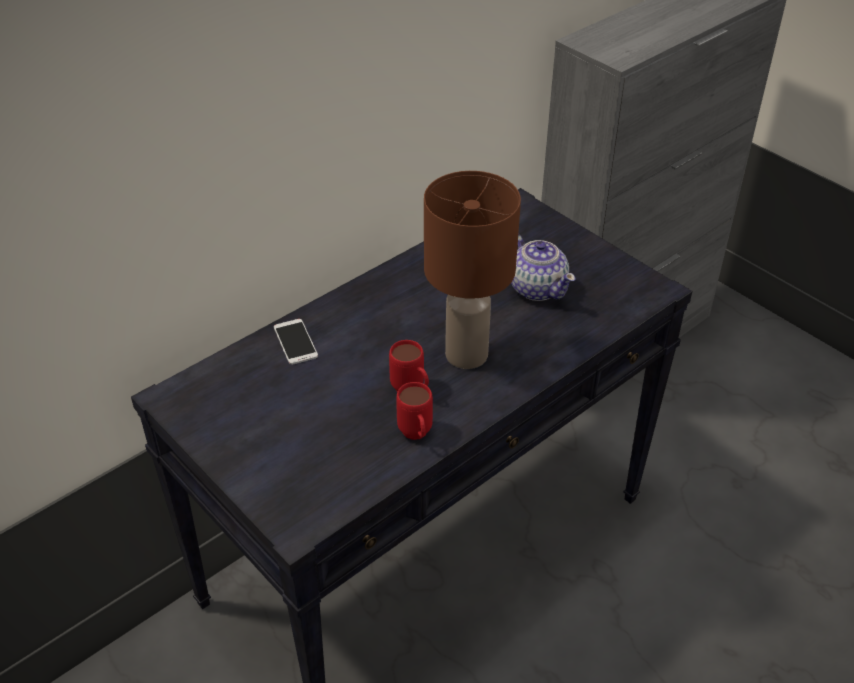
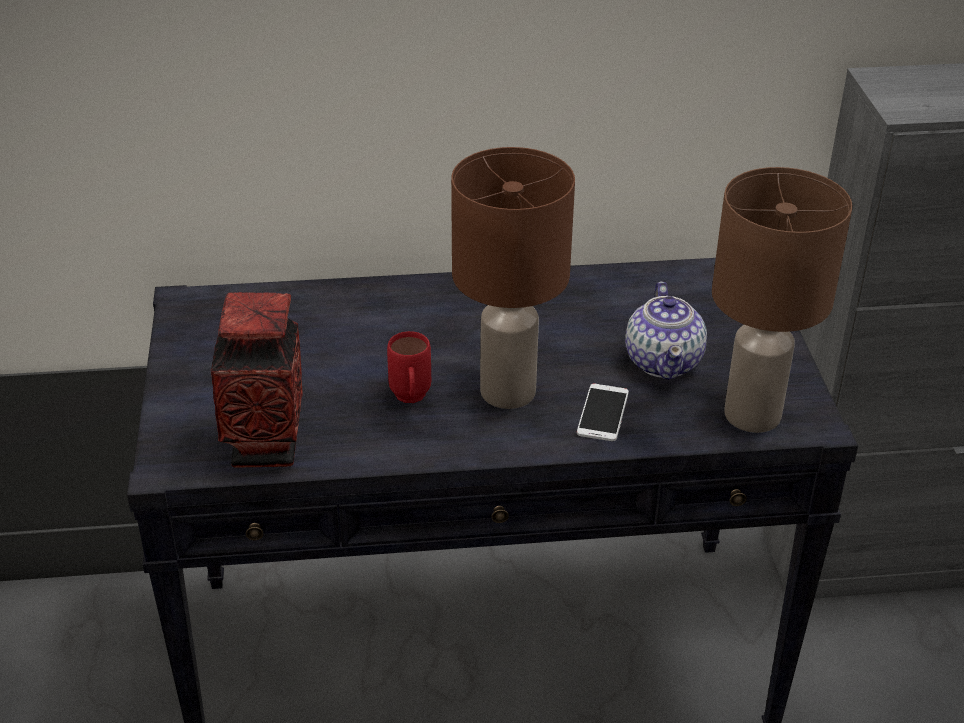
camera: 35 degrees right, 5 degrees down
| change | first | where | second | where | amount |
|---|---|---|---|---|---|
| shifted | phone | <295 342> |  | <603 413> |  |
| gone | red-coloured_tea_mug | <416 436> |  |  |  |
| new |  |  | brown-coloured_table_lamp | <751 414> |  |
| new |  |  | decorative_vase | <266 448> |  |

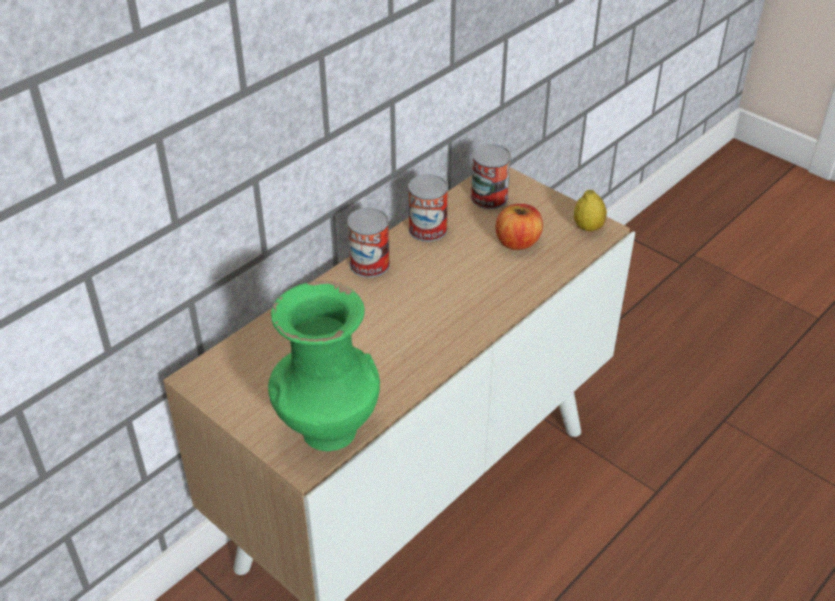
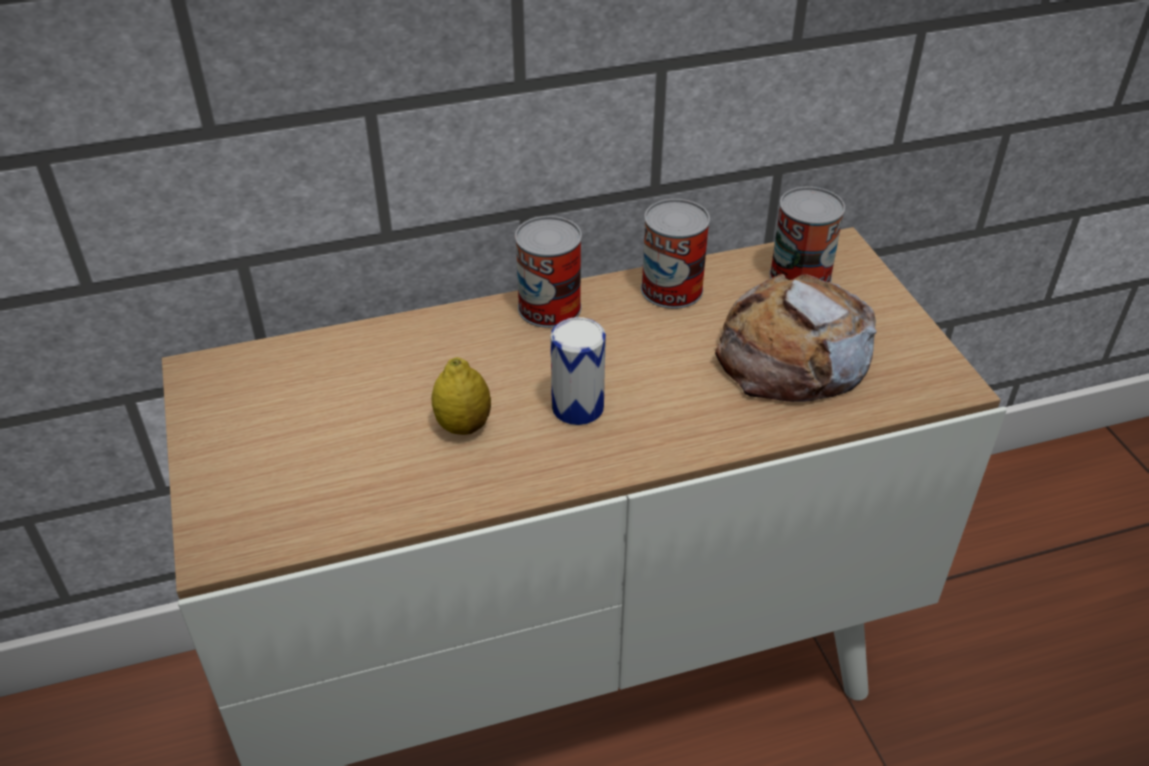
camera: 30 degrees right, 0 degrees up
| change | first | where | second | where | amount |
|---|---|---|---|---|---|
| shifted | citrus_fruit | <588 227> |  | <463 425> |  |
| swapped | apple | <517 242> | baked_bread | <792 354> |  |
| gone | green-coloured_decorative_vase | <327 432> |  |  |  |
| new |  |  | sealed_can | <577 407> |  |

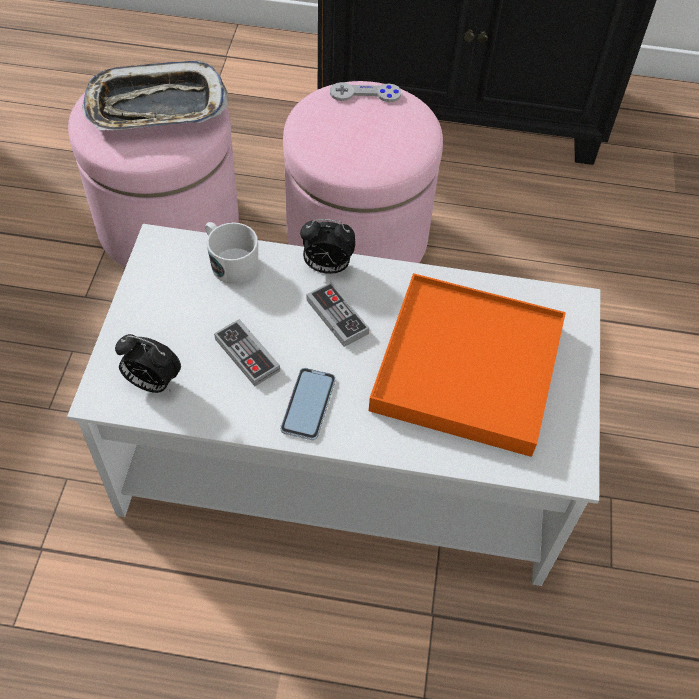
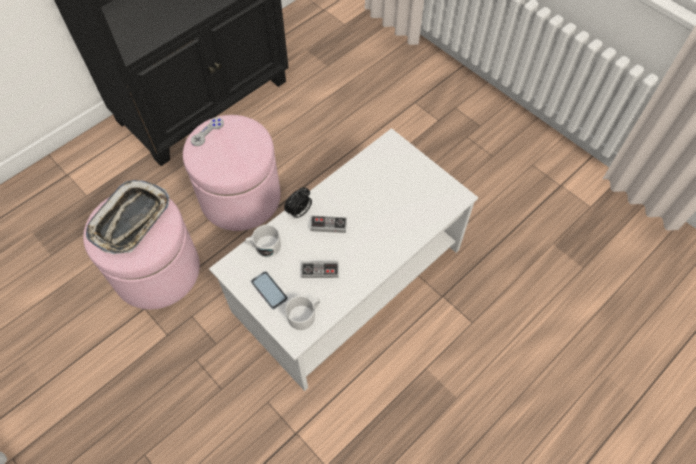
camera: 50 degrees left, 5 degrees up
| change | first | where | second | where | amount |
|---|---|---|---|---|---|
| gone | orangey_tray | <468 367> |  |  |  |
| swapped | alarm_clock | <152 383> | white-coloured_tea_mug | <304 315> |  |
| shifted | phone | <308 404> |  | <269 290> |  |

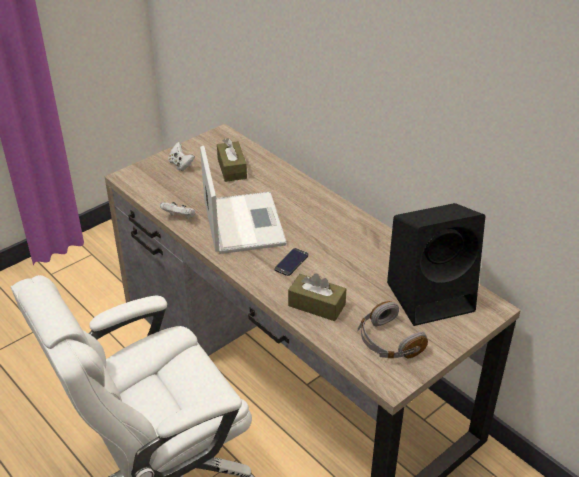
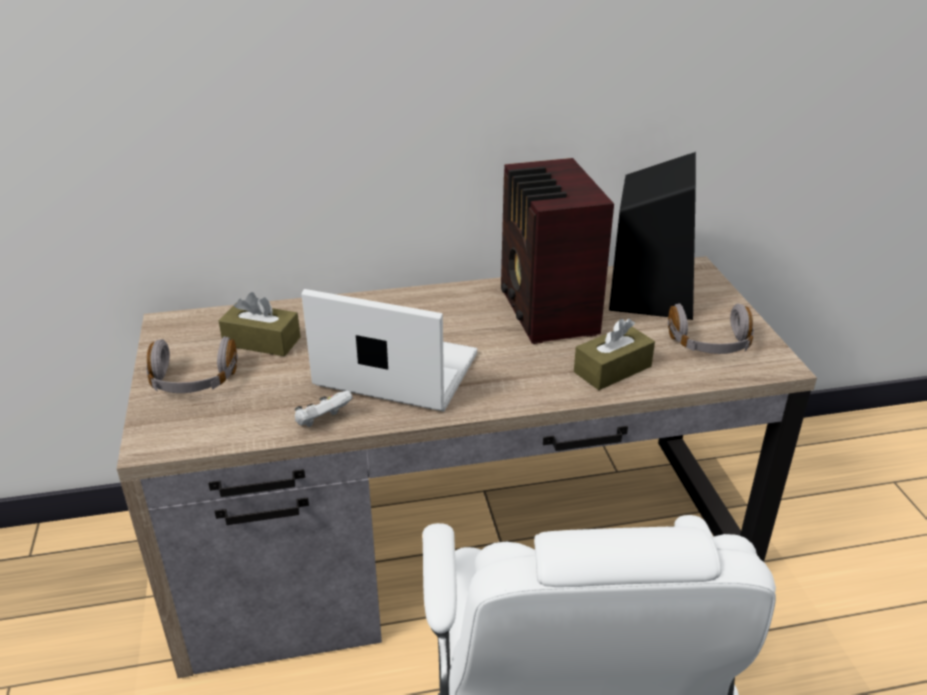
camera: 60 degrees left, 5 degrees down
| change | first | where | second | where | amount |
|---|---|---|---|---|---|
| swapped | white-coloured_game_controller | <181 165> | grey_headphones | <193 381> |  |
| gone | phone | <291 262> |  |  |  |
| new |  |  | radio_receiver | <547 313> |  |

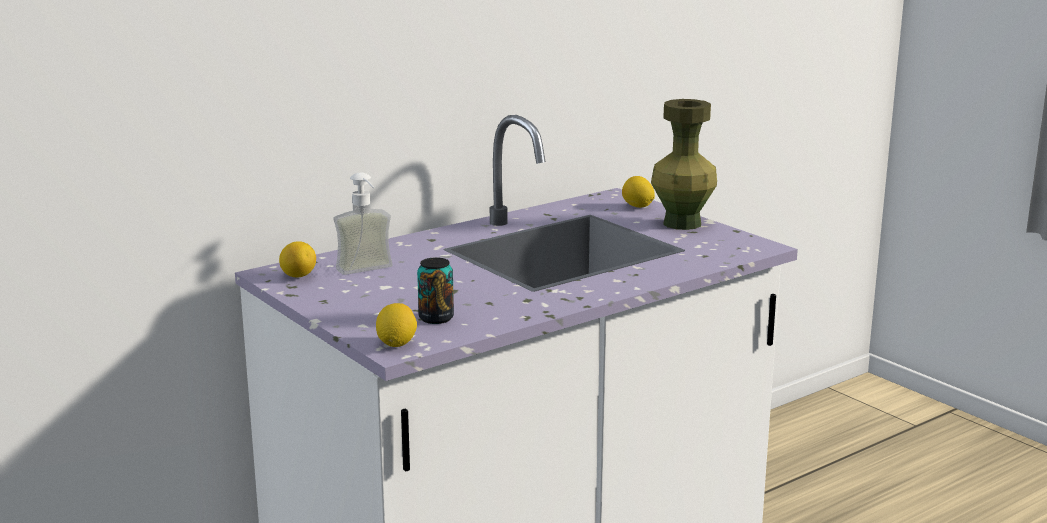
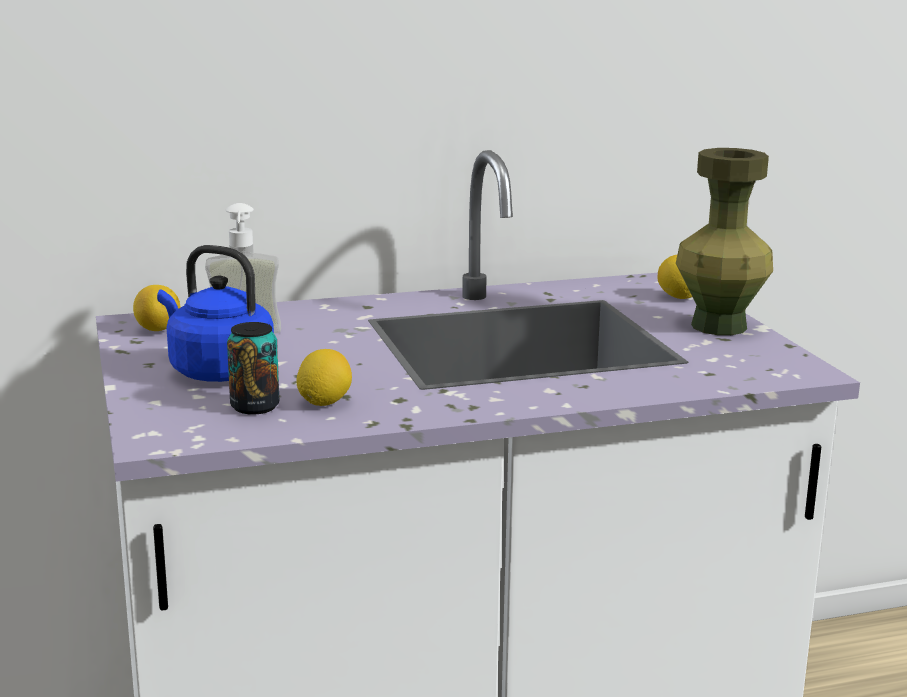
camera: 20 degrees right, 0 degrees up
| change | first | where | second | where | amount |
|---|---|---|---|---|---|
| shifted | citrus_fruit | <396 344> |  | <324 402> |  |
| new |  |  | blue_tea_kettle | <217 371> |  |

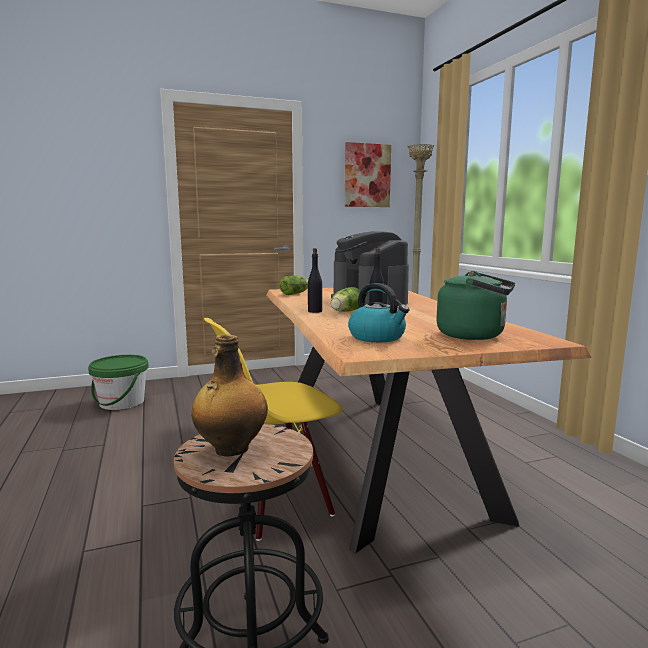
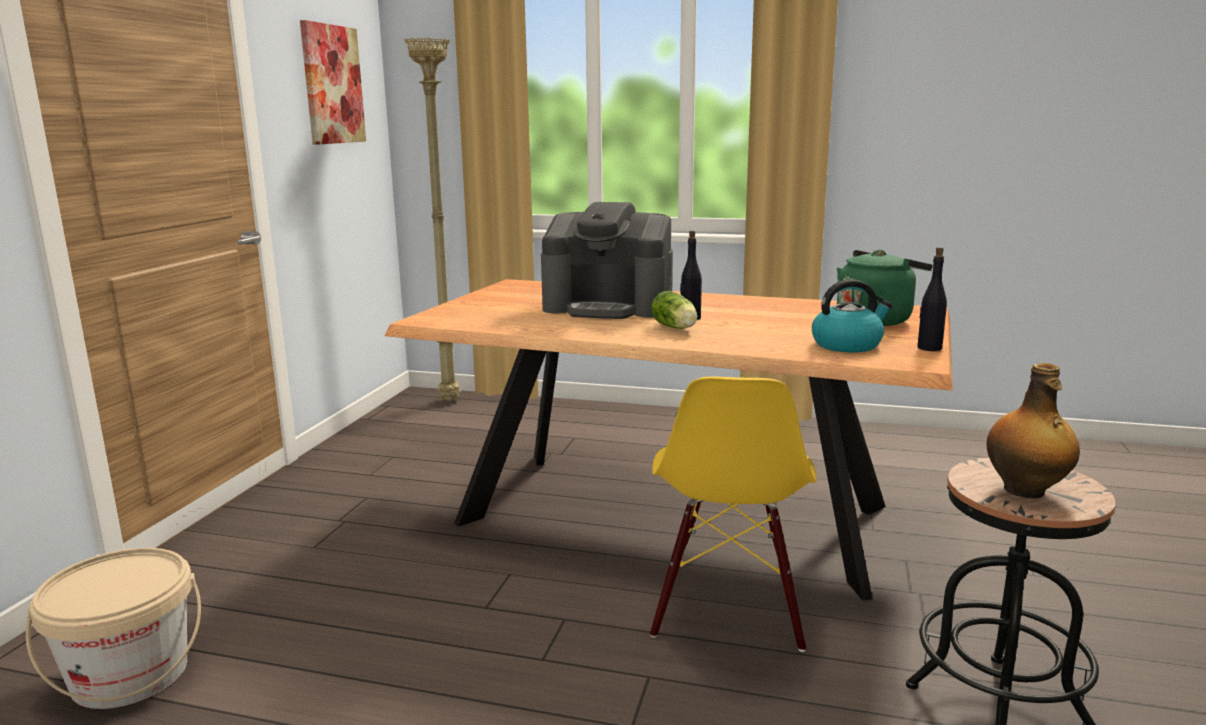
camera: 55 degrees left, 5 degrees up
| change | first | where | second | where | amount |
|---|---|---|---|---|---|
| shifted | black-coloured_drink_bottle | <315 311> |  | <929 348> |  |
| gone | lettuce_head | <296 293> |  |  |  |
| repainted | green-coloured_bucket | <122 402> | sand-coloured_bucket | <130 675> |  |

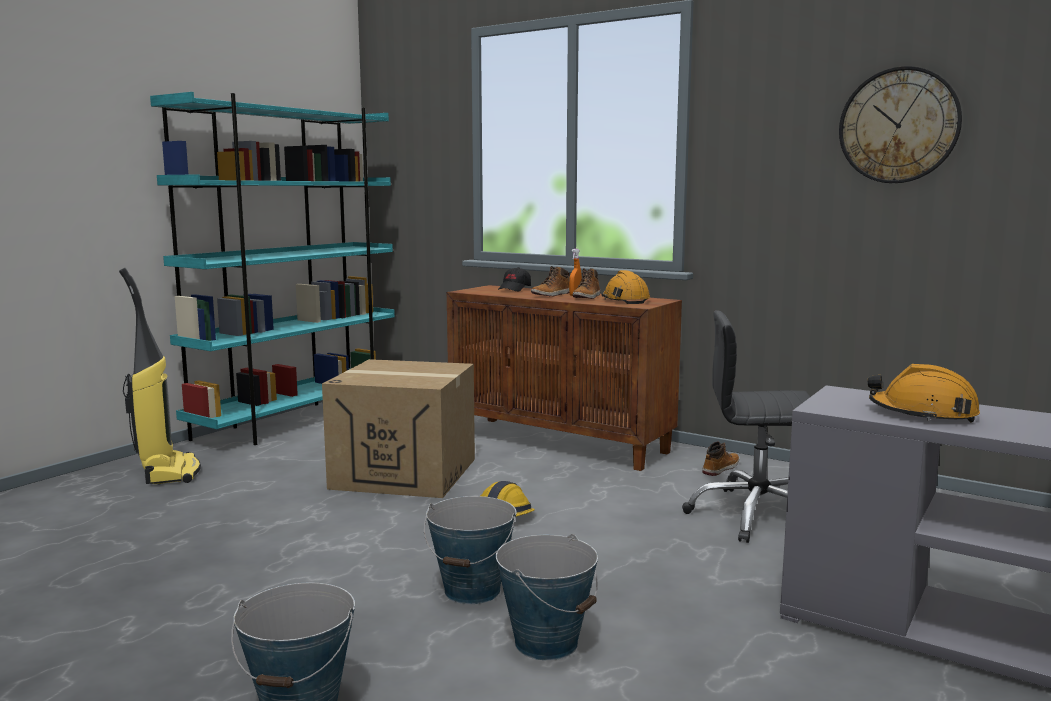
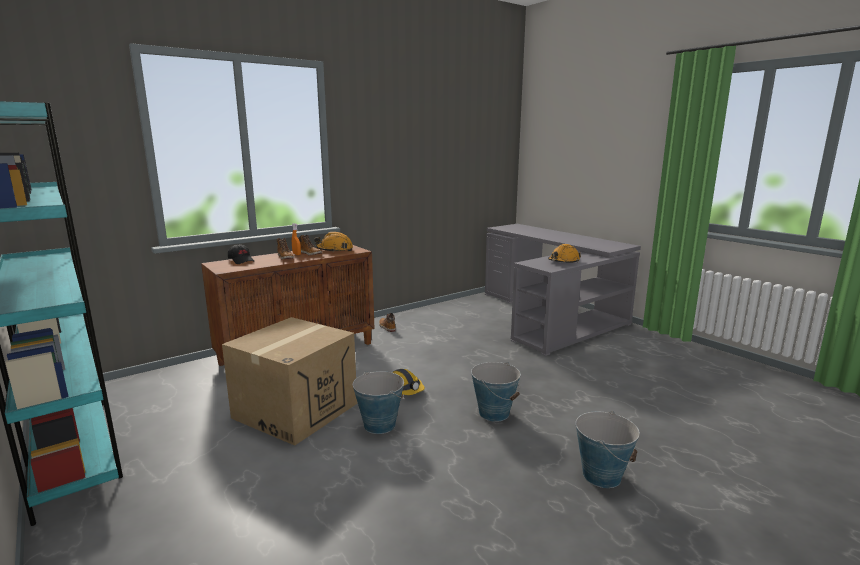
camera: 70 degrees left, 5 degrees up
| change | first | where | second | where | amount |
|---|---|---|---|---|---|
| gone | wall_clock | <898 125> |  |  |  |
| gone | hoover | <169 472> |  |  |  |
| gone | black-coloured_computer_chair | <756 516> |  |  |  |
| shifted | bucket | <546 642> |  | <379 425> |  |

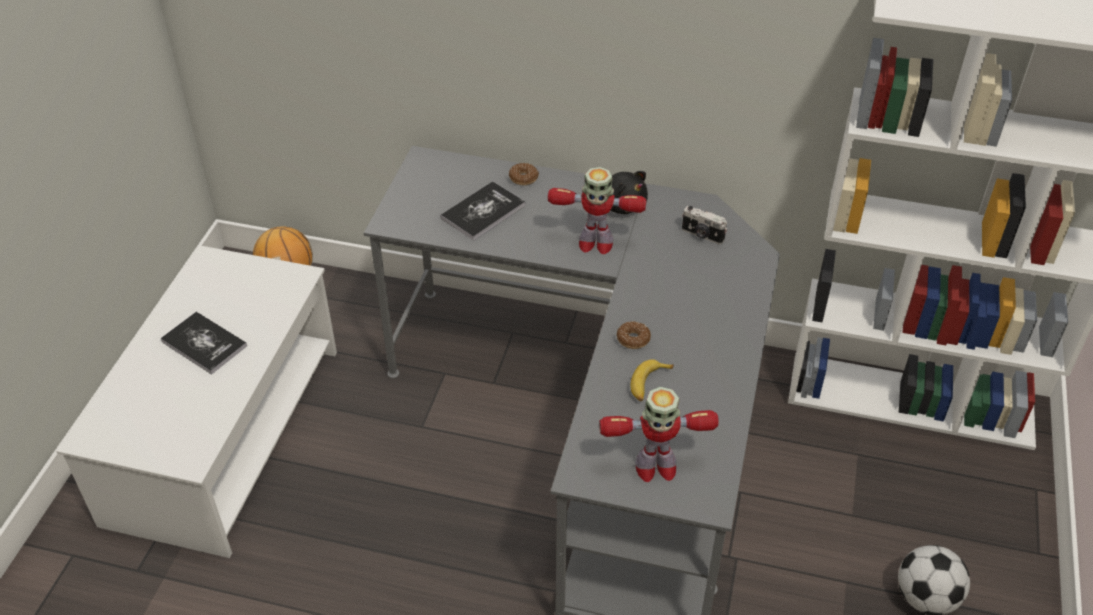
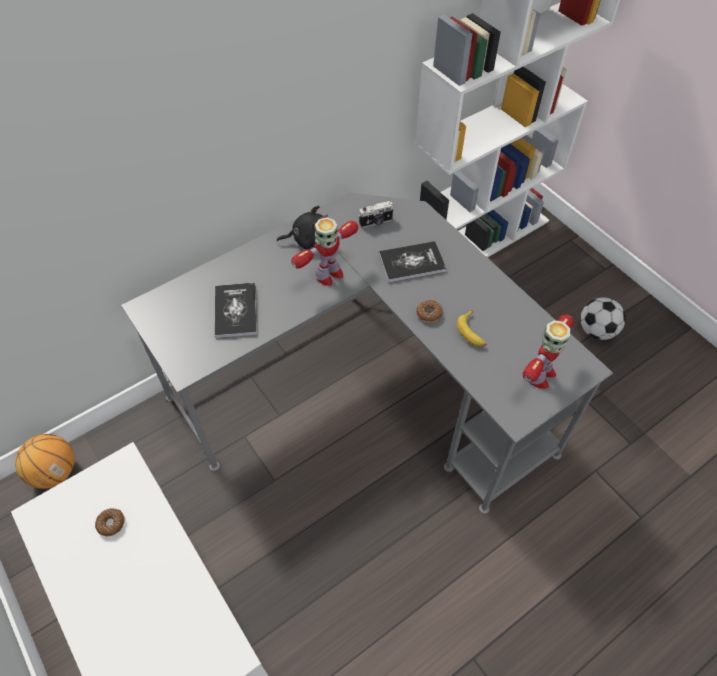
camera: 50 degrees left, 10 degrees up
| change | first | where | second | where | amount |
|---|---|---|---|---|---|
| shifted | doughnut | <523 178> |  | <111 524> |  |
| shifted | volume | <204 344> |  | <412 262> |  |

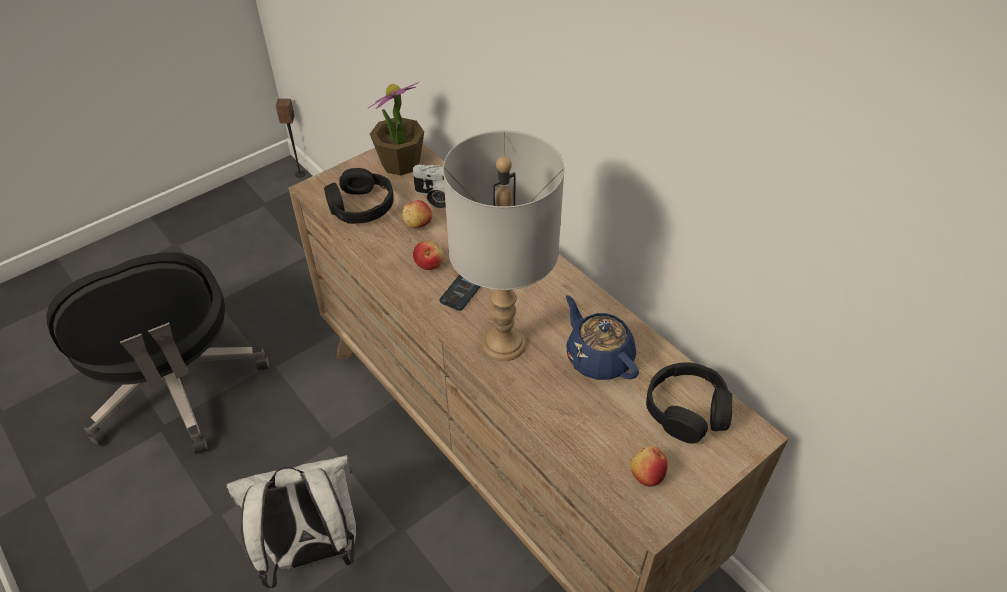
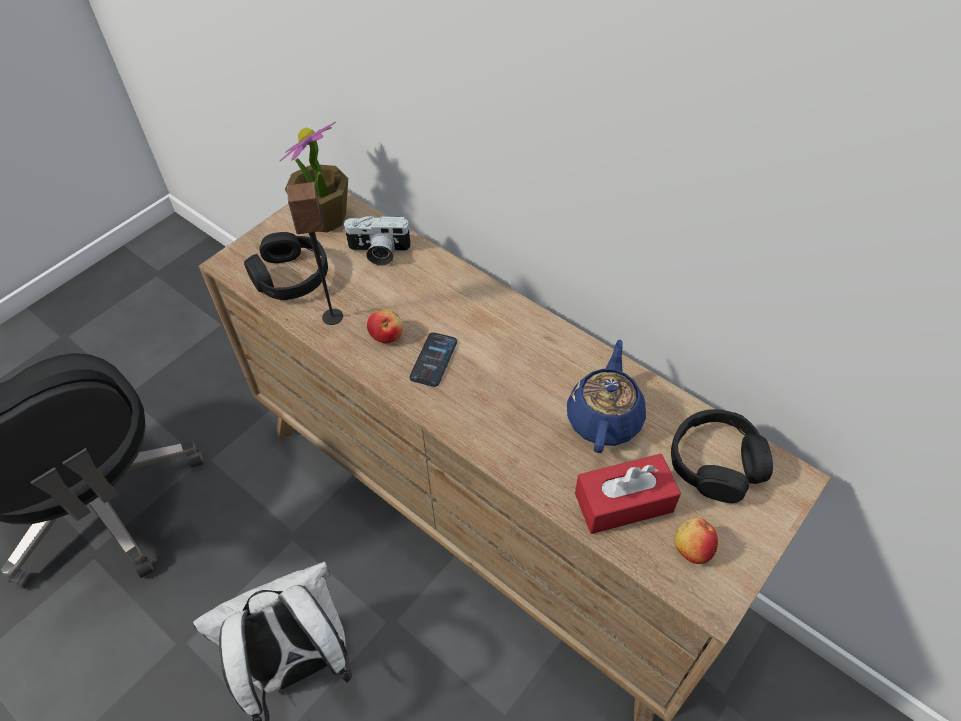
camera: 10 degrees left, 5 degrees up
| change | first | where | second | where | amount |
|---|---|---|---|---|---|
| shifted | speaker | <300 174> |  | <332 317> |  |
| gone | grey_table_lamp | <504 344> |  |  |  |
| gone | apple | <417 223> |  |  |  |
| rotated | blue_pot_for_tea | <598 358> |  | <604 418> | 60 degrees clockwise |
| new |  |  | red-coloured_box_of_tissues | <623 502> |  |

